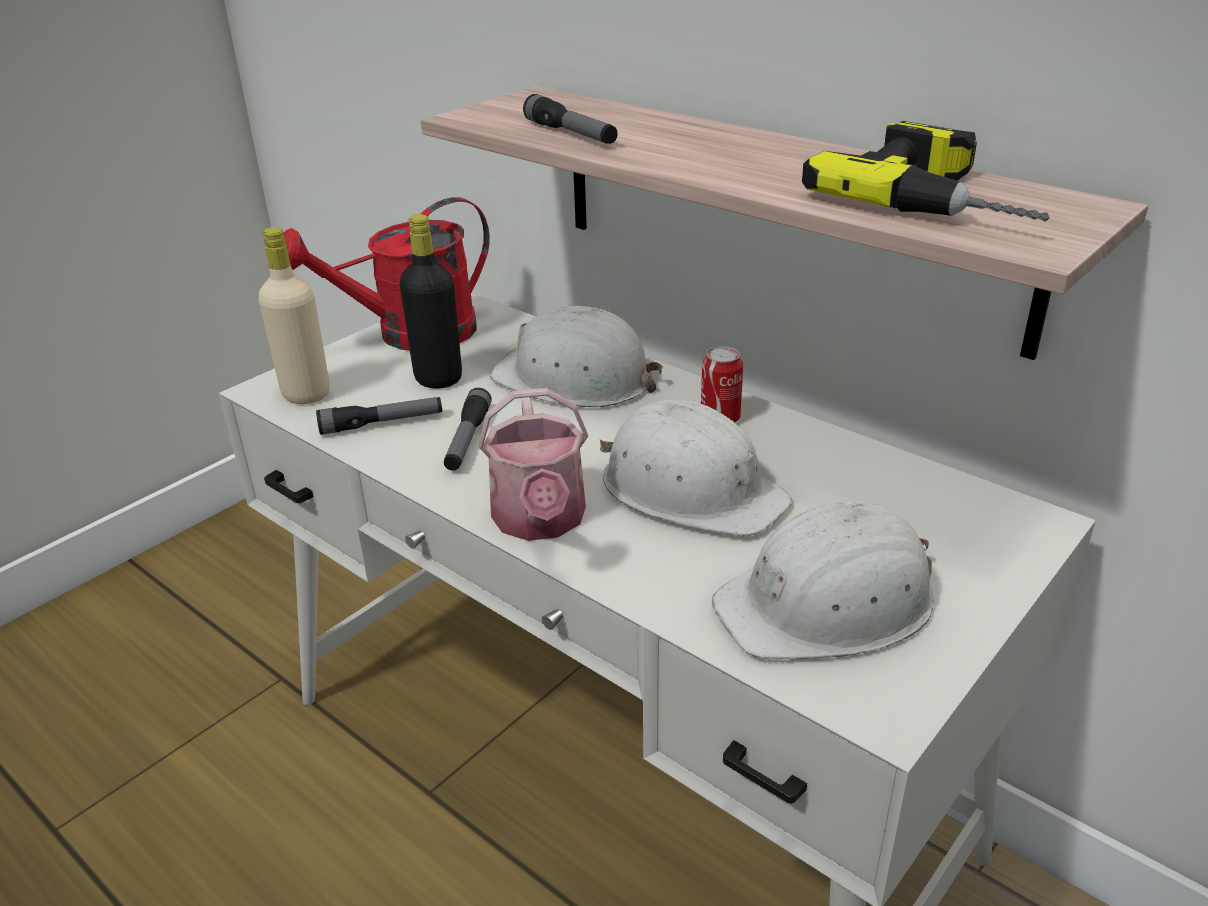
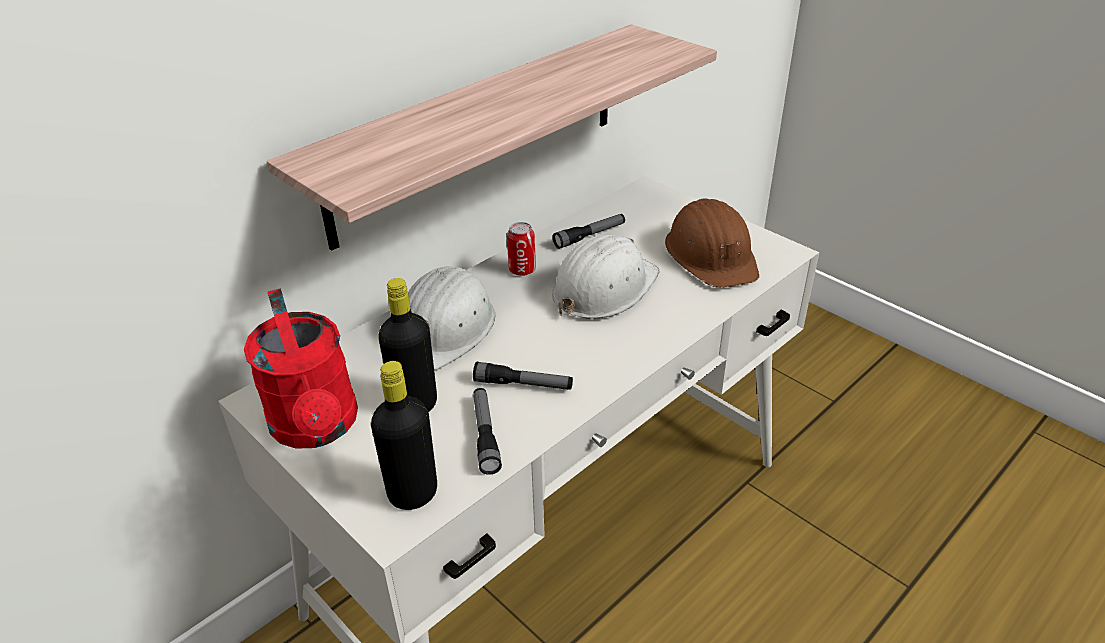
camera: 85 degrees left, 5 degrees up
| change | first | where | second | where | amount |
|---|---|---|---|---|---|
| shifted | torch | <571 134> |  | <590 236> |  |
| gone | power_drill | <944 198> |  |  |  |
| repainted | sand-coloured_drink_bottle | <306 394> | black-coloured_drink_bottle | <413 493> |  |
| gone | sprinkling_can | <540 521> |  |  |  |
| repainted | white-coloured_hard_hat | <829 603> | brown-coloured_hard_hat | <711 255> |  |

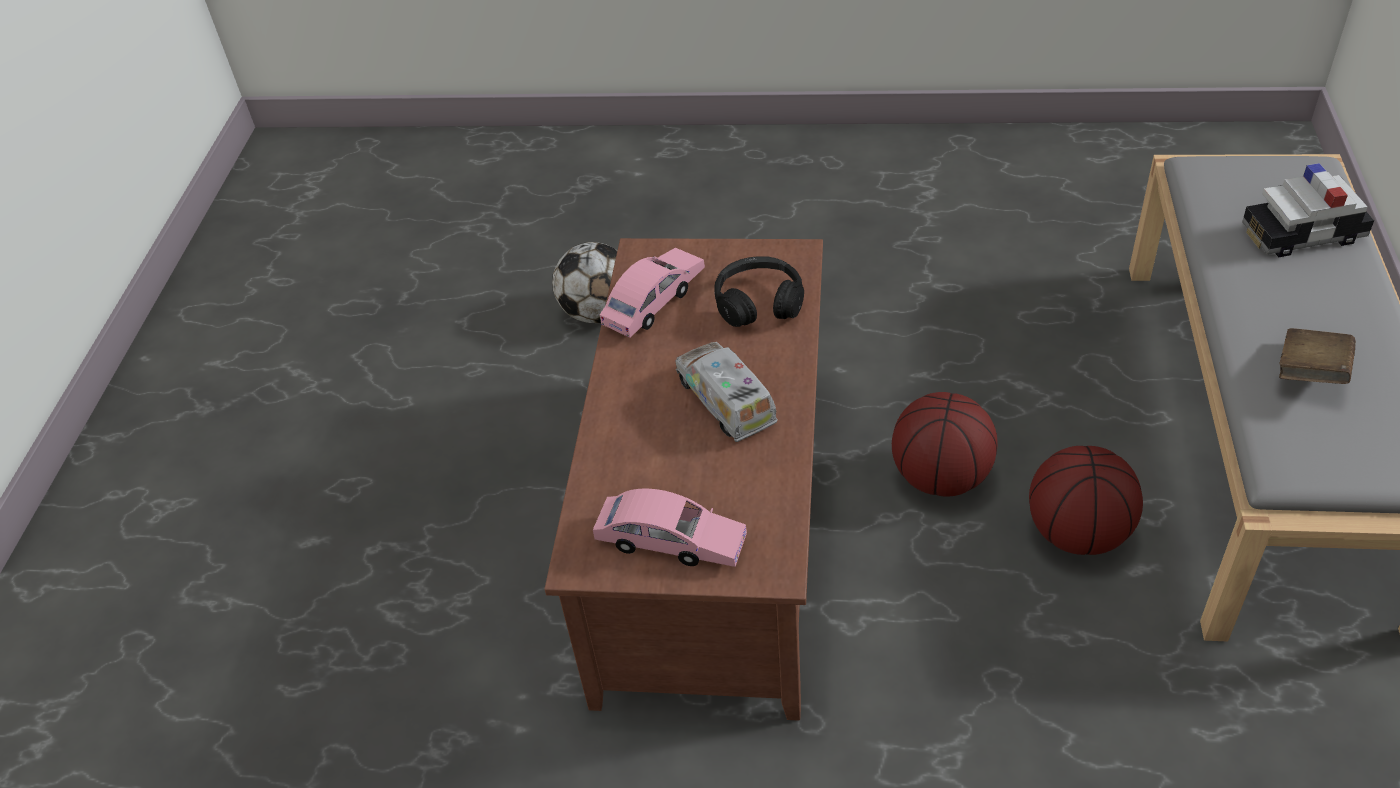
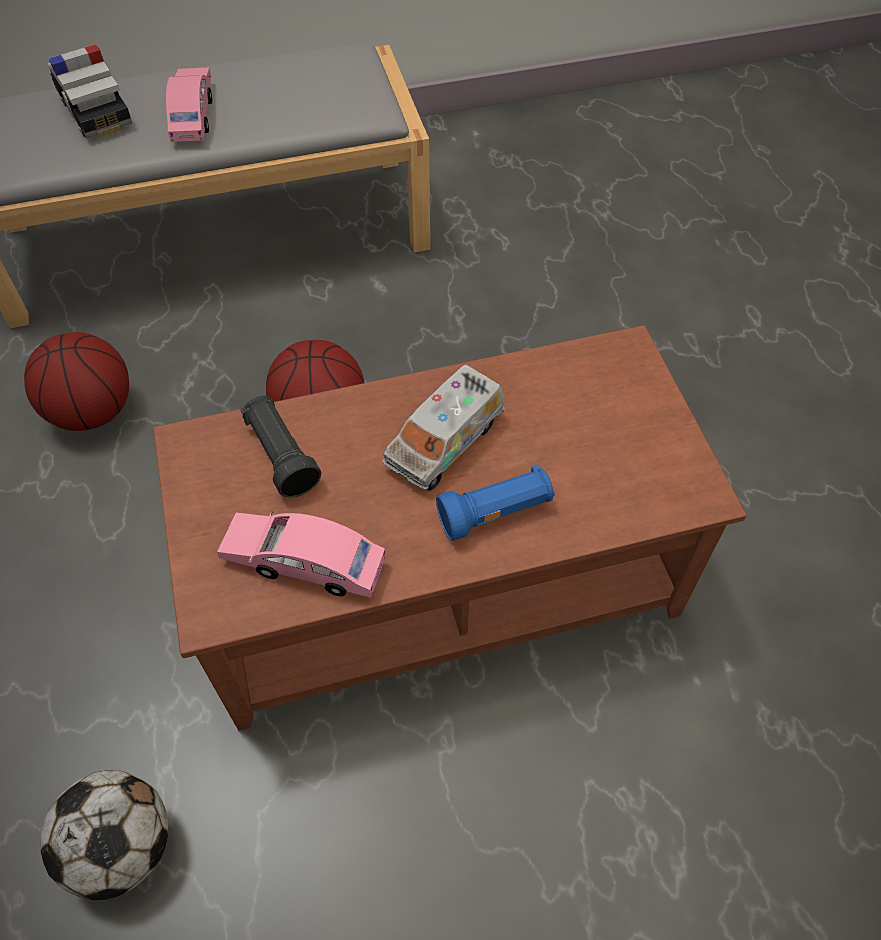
camera: 115 degrees left, 10 degrees up
| change | first | where | second | where | amount |
|---|---|---|---|---|---|
| swapped | black-coloured_headphones | <759 302> | black-coloured_torch | <281 456> |  |
| gone | brown-coloured_volume | <1310 373> |  |  |  |
| shifted | basketball | <1077 534> |  | <93 412> |  |
| shifted | pink-coloured_model_car | <671 542> |  | <193 114> |  |
| new |  |  | blue_torch | <495 513> |  |

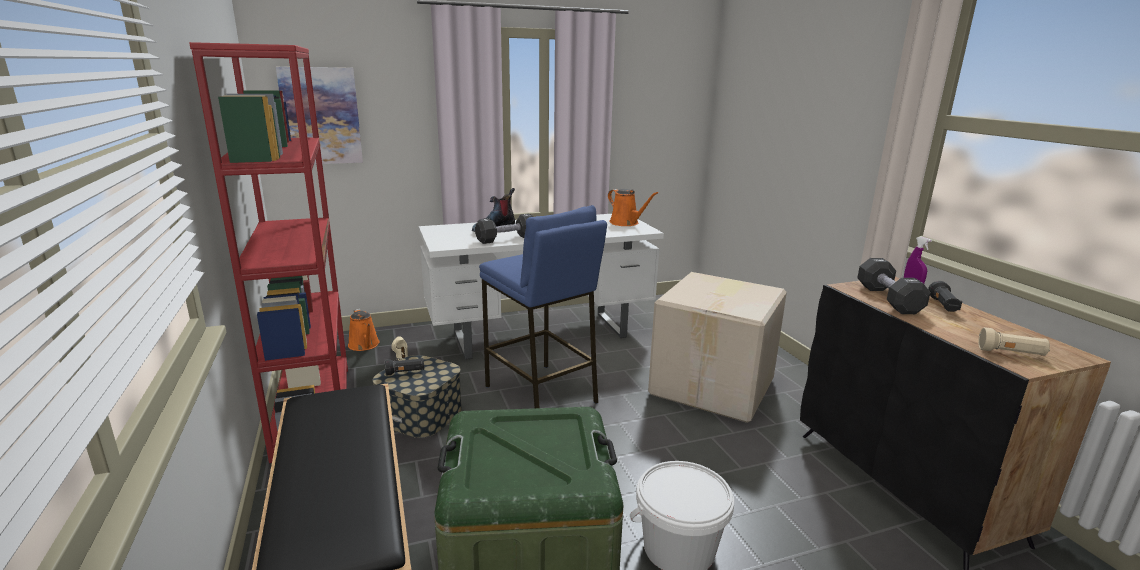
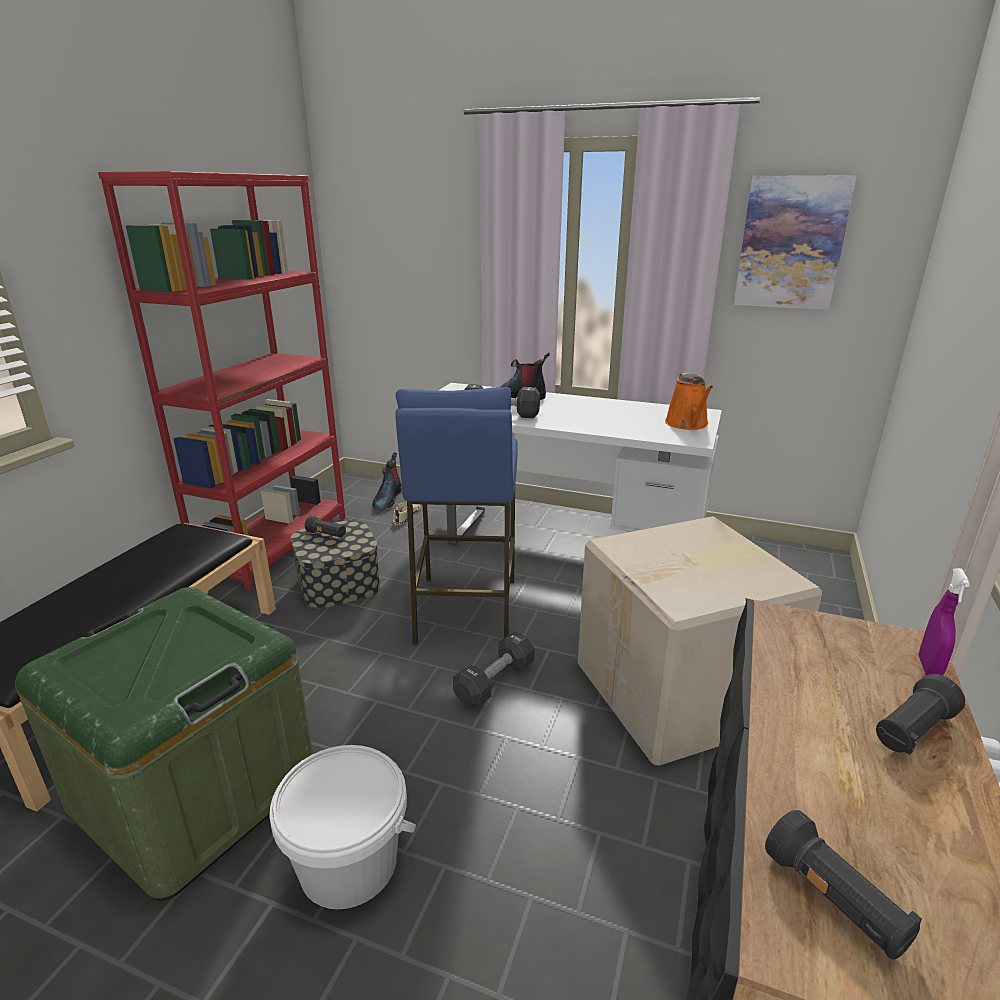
camera: 40 degrees right, 5 degrees up
| change | first | where | second | where | amount |
|---|---|---|---|---|---|
| shifted | wall_art | <321 116> |  | <791 243> |  |
| shifted | black-coloured_free_weight | <888 299> |  | <495 682> |  |
| swapped | orangey_sprinkling_can | <364 345> | high-top_boot | <387 499> |  |
| repainted | sand-coloured_torch | <1011 353> | black-coloured_torch | <834 901> |  |

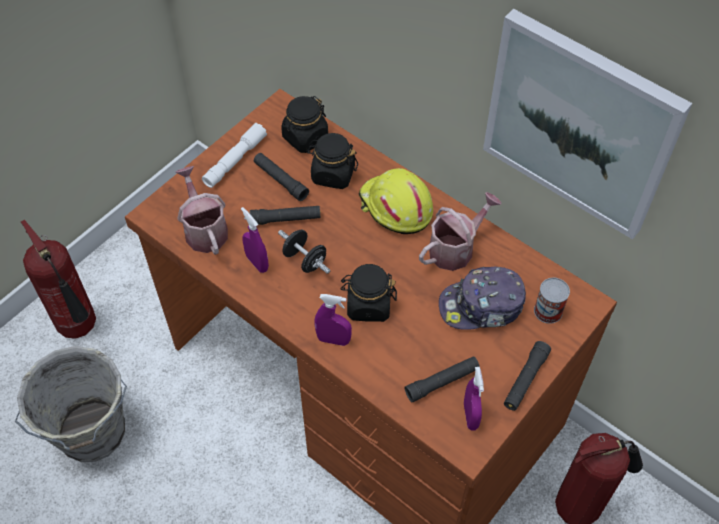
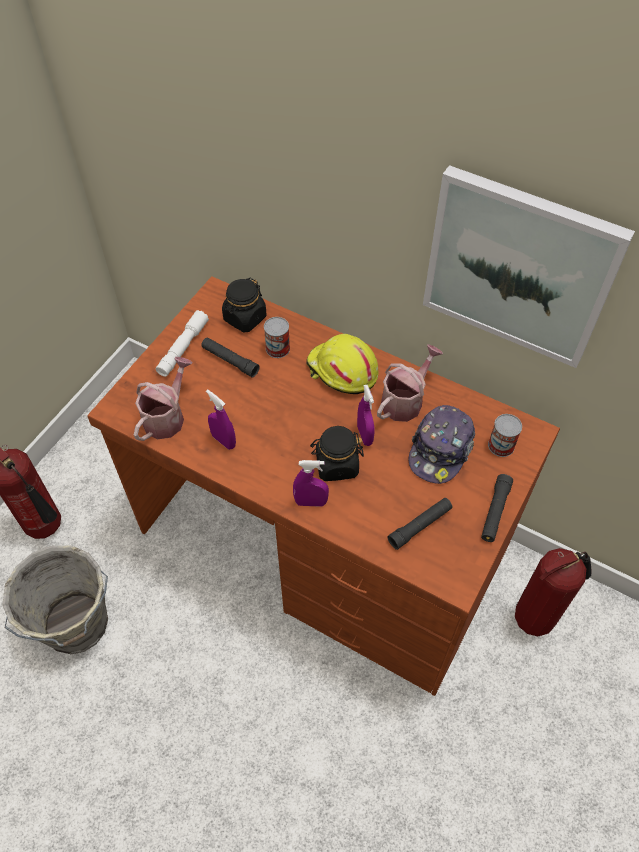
camera: 10 degrees left, 0 degrees up
| change | first | where | second | where | amount |
|---|---|---|---|---|---|
| swapped | black-coloured_jar | <332 174> | sealed_can | <277 348> |  |
| rotated | sprinkling_can | <204 229> |  | <167 416> | 60 degrees clockwise |
| gone | black-coloured_torch | <286 219> |  |  |  |
| gone | black-coloured_free_weight | <305 260> |  |  |  |
| rotated | baseball_cap | <482 306> |  | <440 450> | 45 degrees counterclockwise |
| shifted | purple_sprayer | <470 416> |  | <364 435> |  |

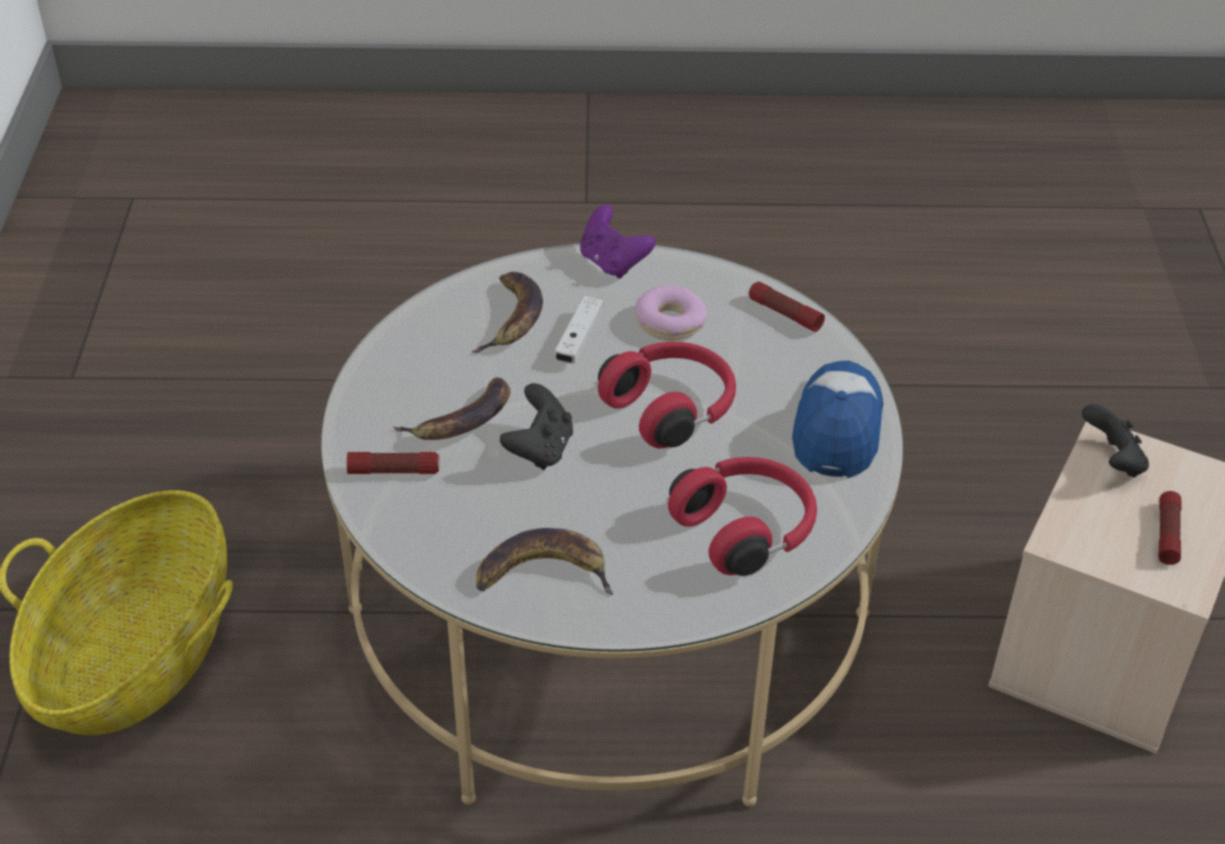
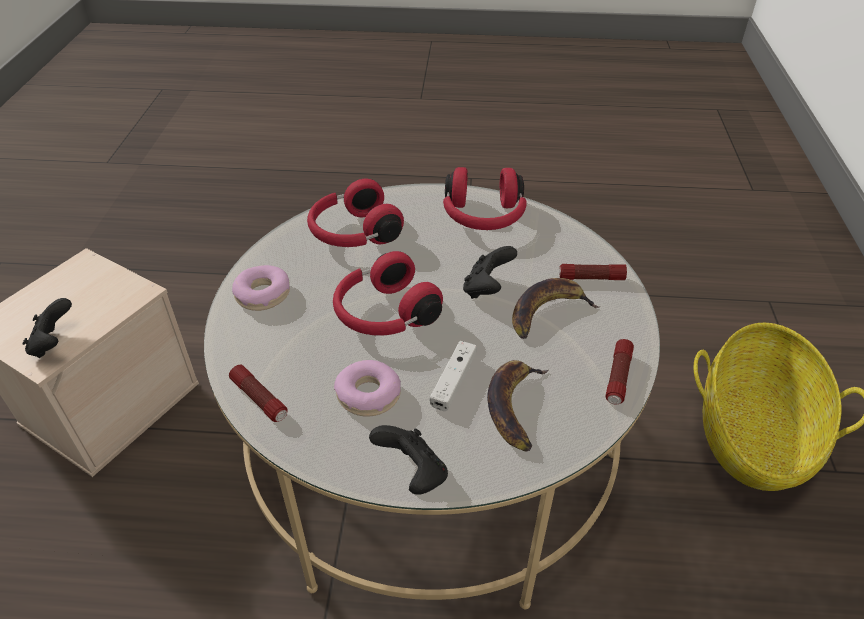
camera: 175 degrees left, 0 degrees up
| change | first | where | second | where | amount |
|---|---|---|---|---|---|
| repainted | purple_game_controller | <613 263> | black-coloured_game_controller | <413 473> |  |
| swapped | baseball_cap | <837 427> | doughnut | <263 294> |  |
| shifted | torch | <1167 534> |  | <618 377> |  |
| swapped | banana | <544 572> | red-coloured_headphones | <483 217> |  |

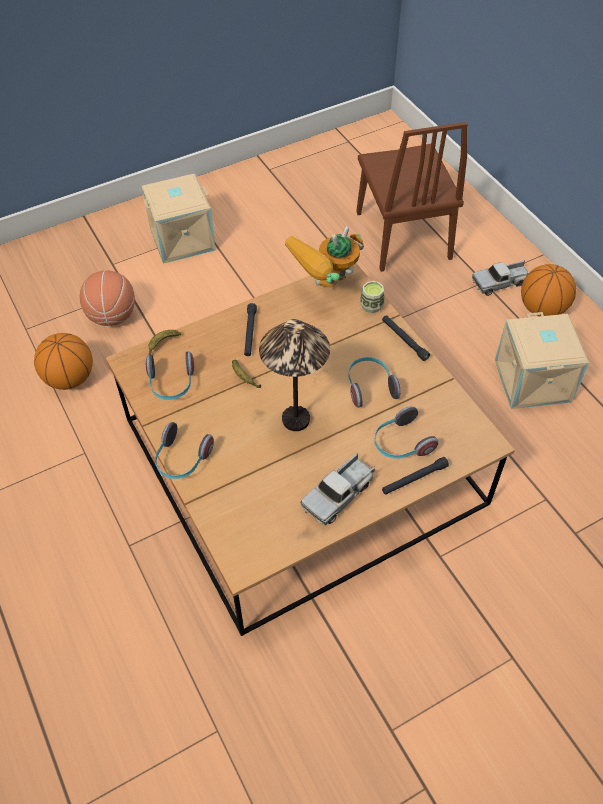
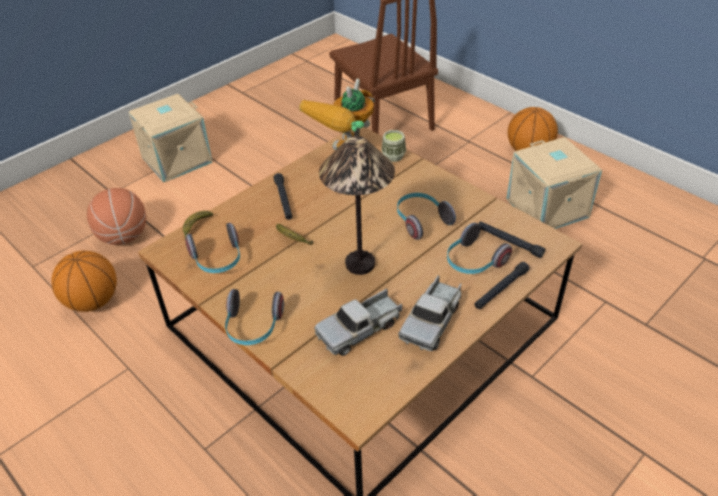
camera: 15 degrees left, 10 degrees down
| change | first | where | second | where | amount |
|---|---|---|---|---|---|
| shifted | toy_truck | <500 282> |  | <360 329> |  |
| shifted | black-coloured_torch | <404 340> |  | <509 242> |  |

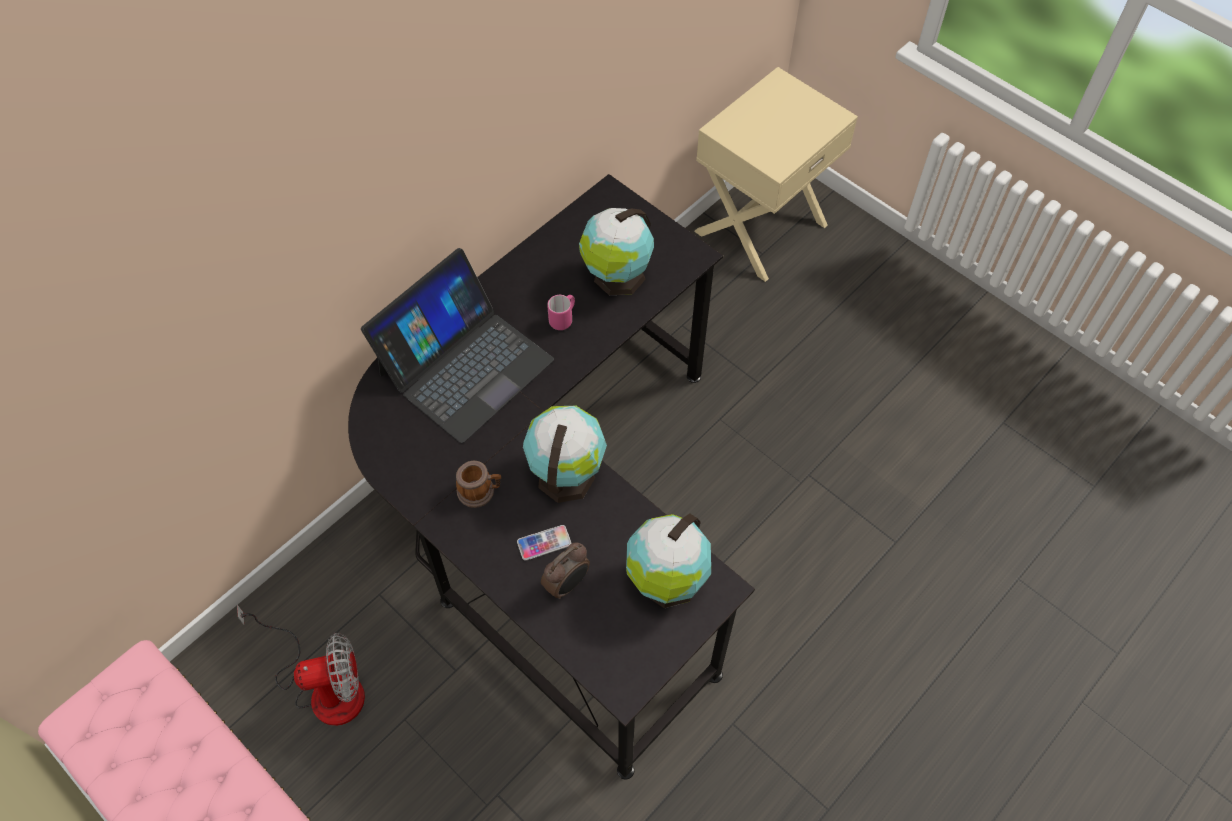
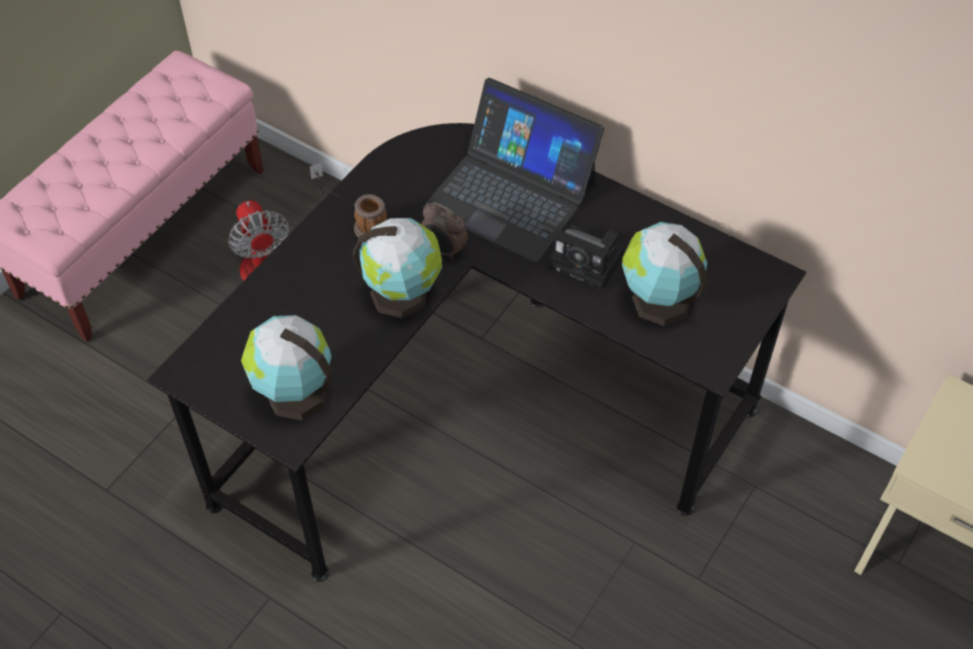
camera: 80 degrees right, 5 degrees down
| change | first | where | second | where | amount |
|---|---|---|---|---|---|
| swapped | pink-coloured_tea_mug | <563 319> | still_camera | <589 262> |  |
| gone | phone | <544 543> |  |  |  |
| shifted | alarm_clock | <567 584> |  | <444 250> |  |

